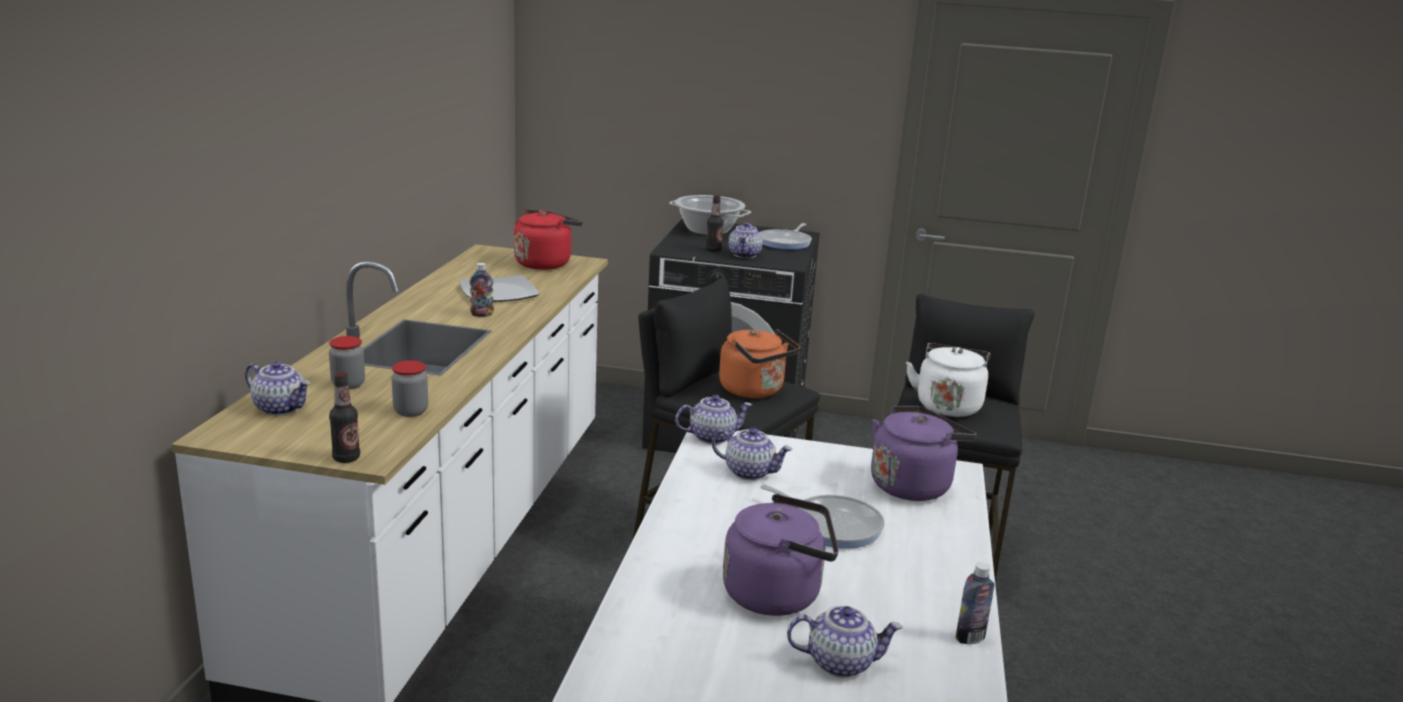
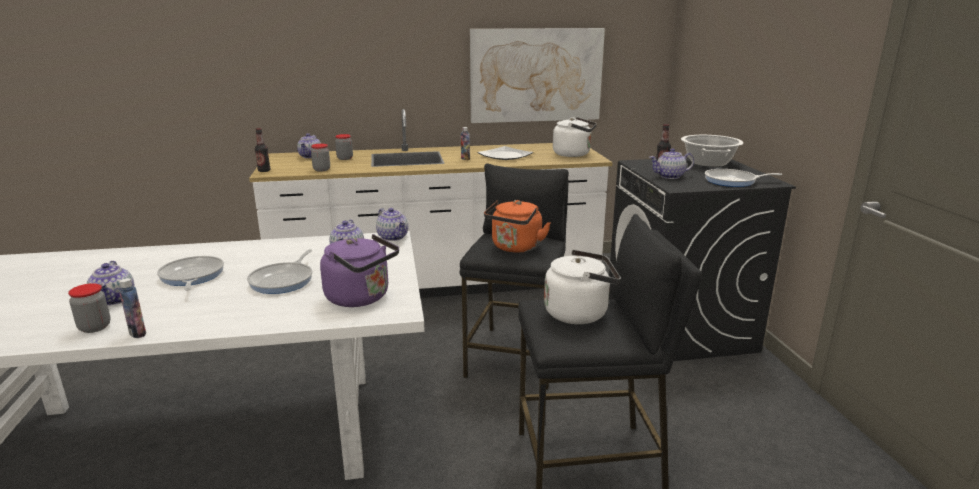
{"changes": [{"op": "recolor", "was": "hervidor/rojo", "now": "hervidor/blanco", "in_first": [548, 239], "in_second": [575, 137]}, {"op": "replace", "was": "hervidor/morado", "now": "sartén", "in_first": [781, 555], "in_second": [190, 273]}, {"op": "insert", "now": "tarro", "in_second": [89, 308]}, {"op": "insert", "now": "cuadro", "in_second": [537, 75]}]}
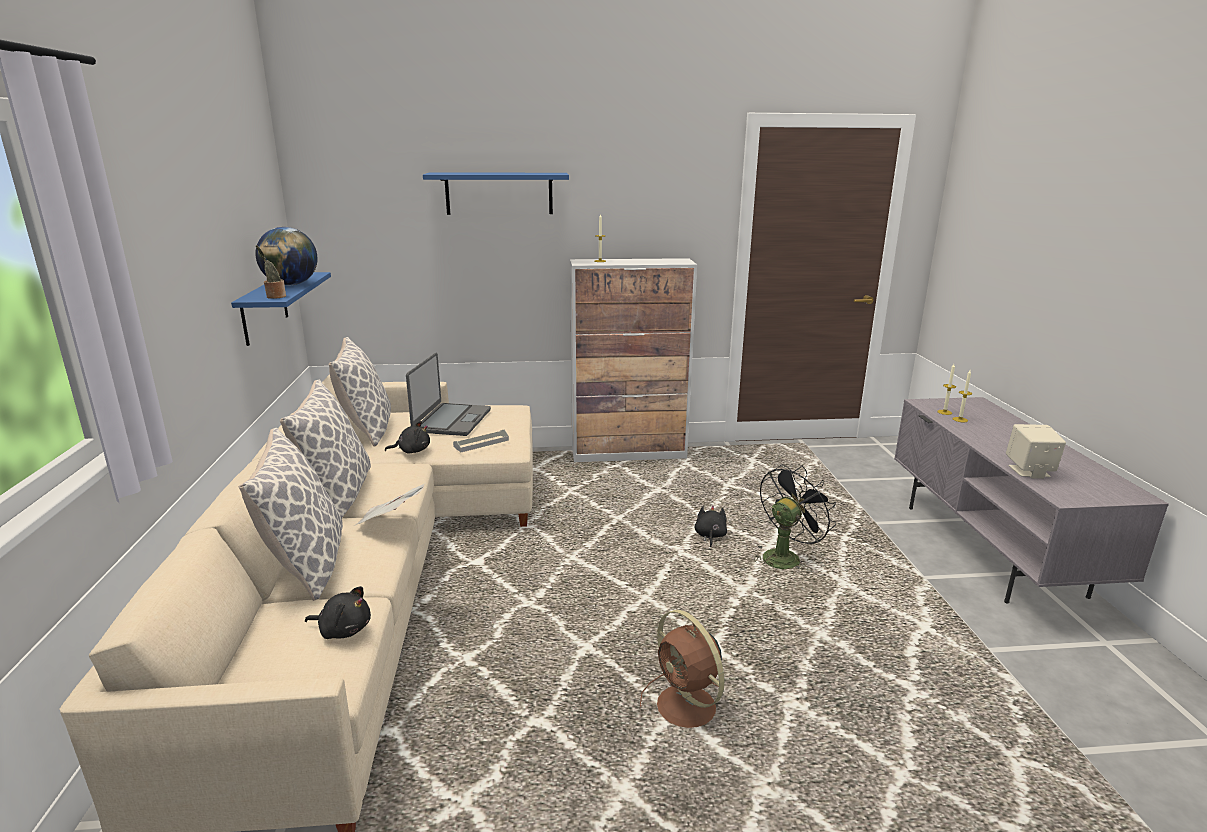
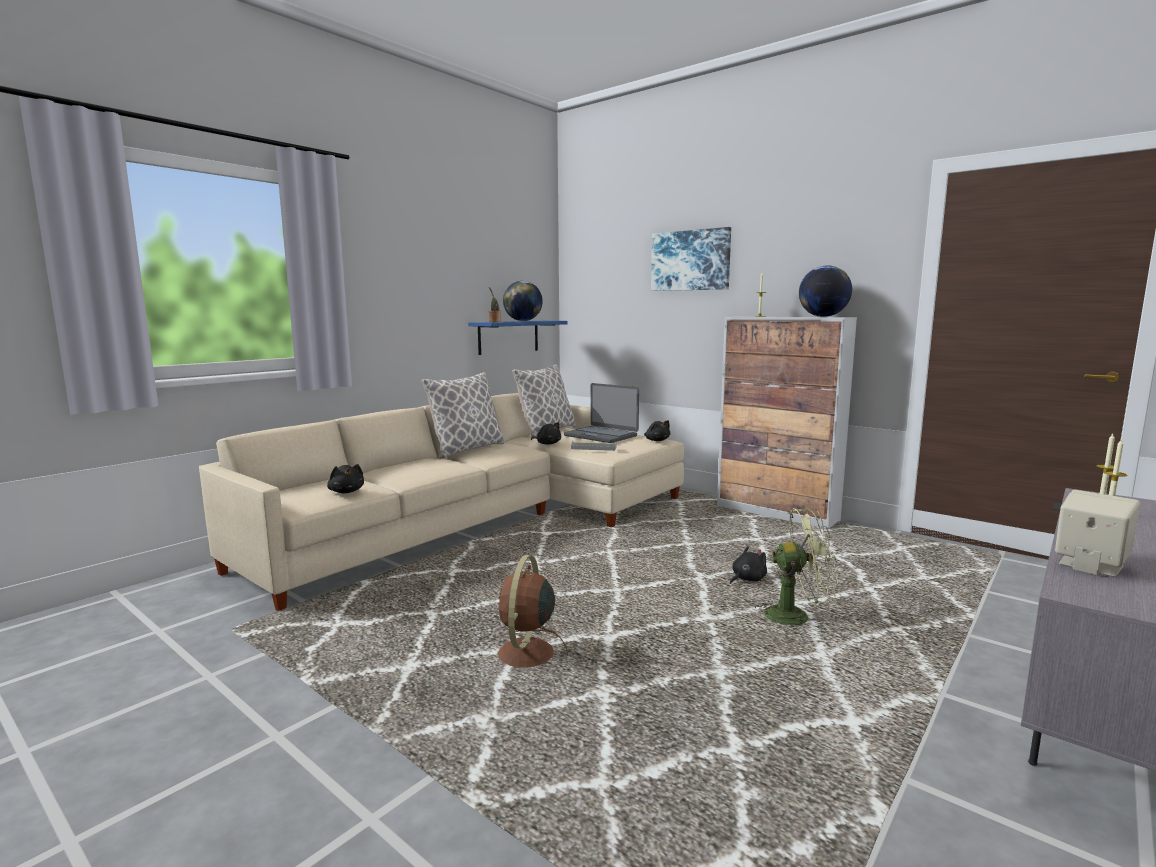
{"changes": [{"op": "delete", "was": "cojín", "in_first": [291, 514]}, {"op": "delete", "was": "periódico", "in_first": [390, 504]}, {"op": "rotate", "was": "portátil", "in_first": [448, 394], "in_second": [601, 413], "clockwise": 75}, {"op": "replace", "was": "estante/azul", "now": "cuadro", "in_first": [496, 193], "in_second": [691, 259]}, {"op": "recolor", "was": "ventilador/negro", "now": "ventilador/verde", "in_first": [795, 517], "in_second": [796, 567]}, {"op": "insert", "now": "peluche/negro", "in_second": [657, 430]}, {"op": "insert", "now": "globo terráqueo", "in_second": [825, 291]}]}
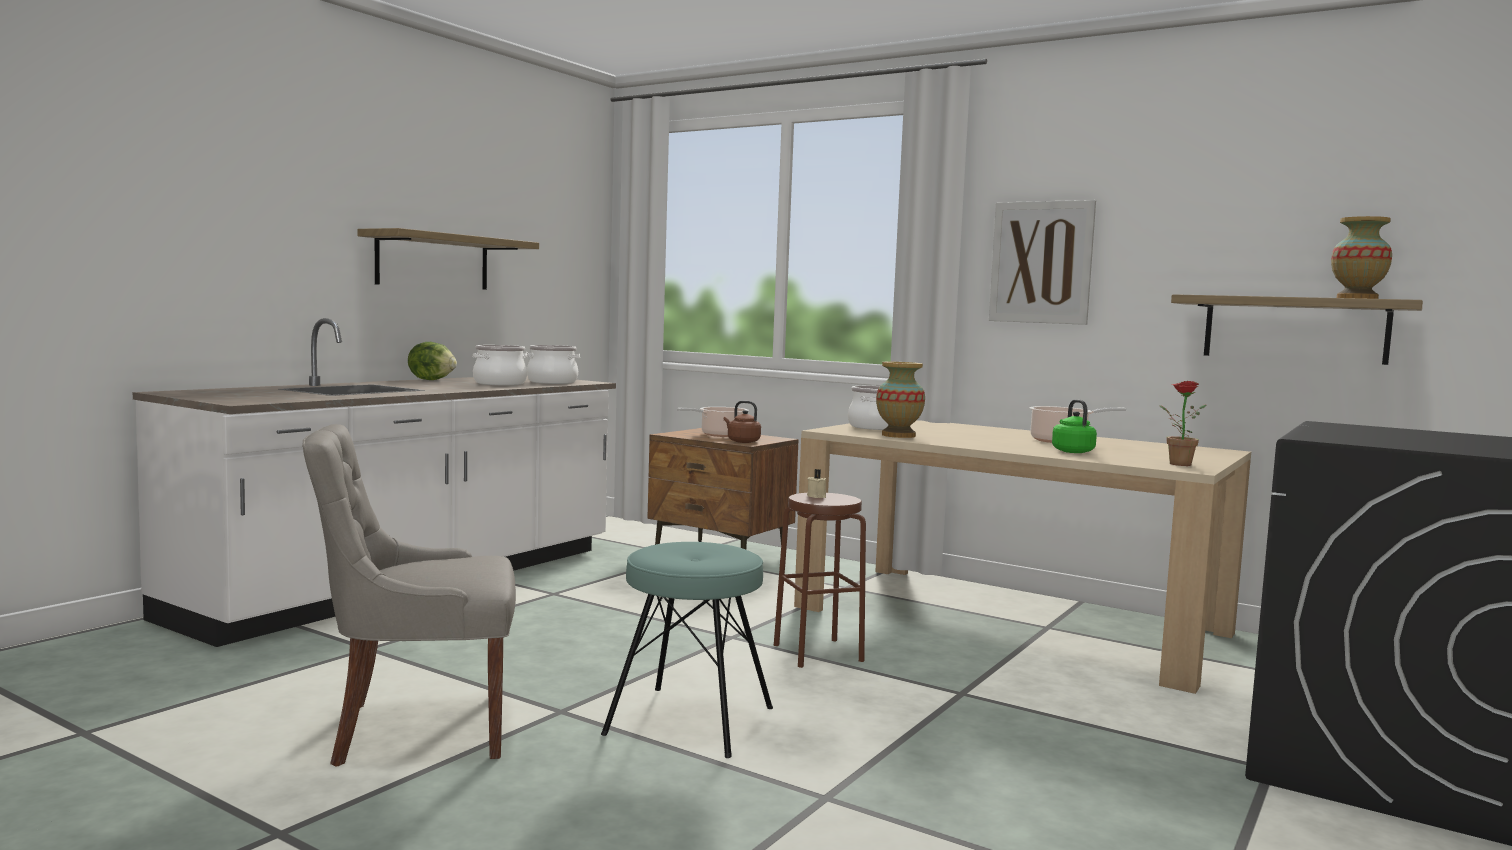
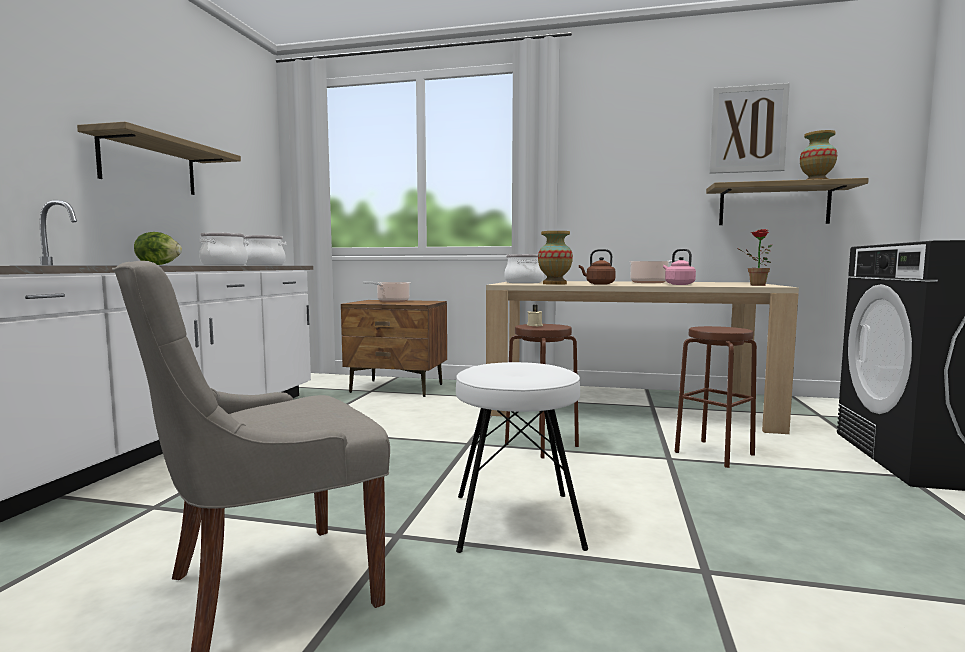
{"changes": [{"op": "recolor", "was": "taburete/turquesa", "now": "taburete/blanco", "in_first": [687, 650], "in_second": [522, 457]}, {"op": "move", "was": "hervidor/marrón", "in_first": [742, 422], "in_second": [597, 267]}, {"op": "move", "was": "cuadro", "in_first": [1042, 262], "in_second": [750, 128]}, {"op": "recolor", "was": "hervidor/verde", "now": "hervidor/rosa", "in_first": [1074, 426], "in_second": [679, 267]}, {"op": "insert", "now": "taburete/marrón", "in_second": [716, 397]}]}
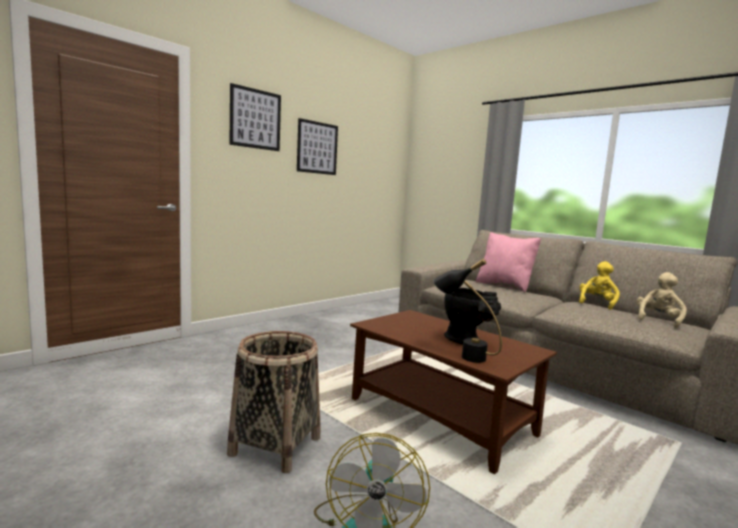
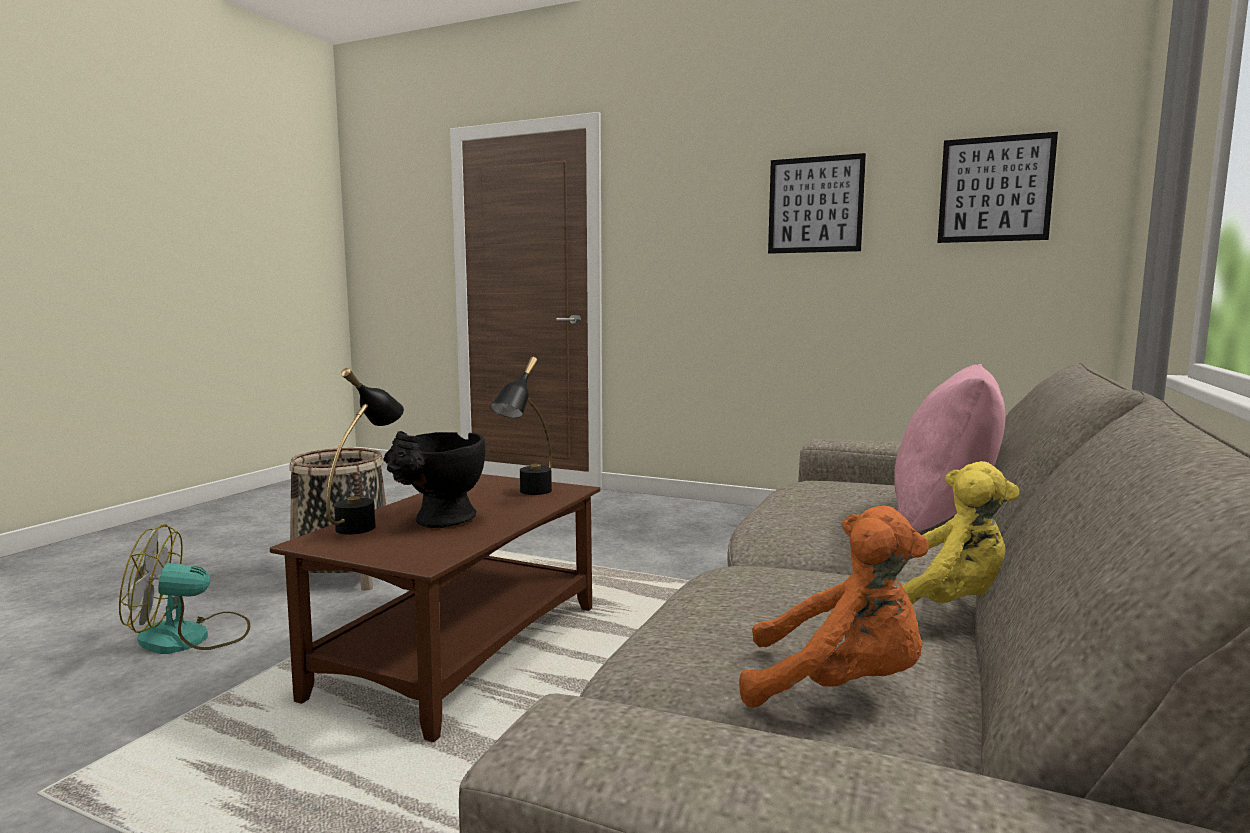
{"changes": [{"op": "move", "was": "cuadro", "in_first": [255, 117], "in_second": [998, 187]}, {"op": "recolor", "was": "peluche/beis", "now": "peluche/naranja", "in_first": [661, 300], "in_second": [834, 607]}, {"op": "insert", "now": "lámpara de mesa/negro", "in_second": [521, 426]}]}
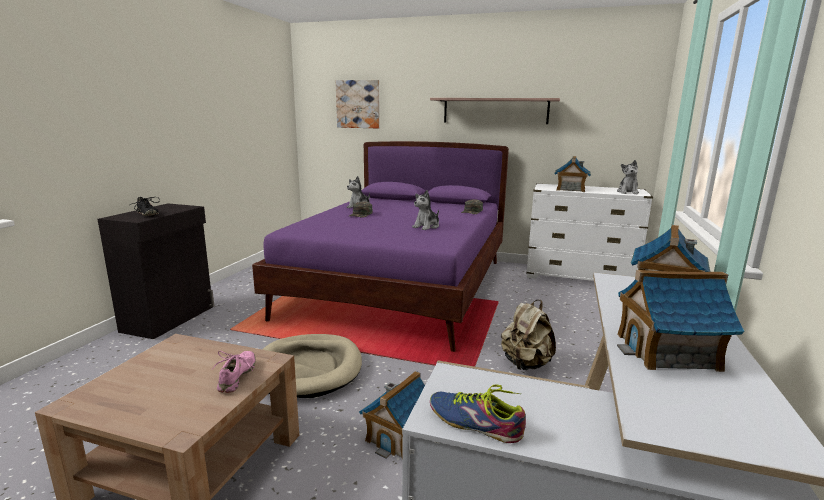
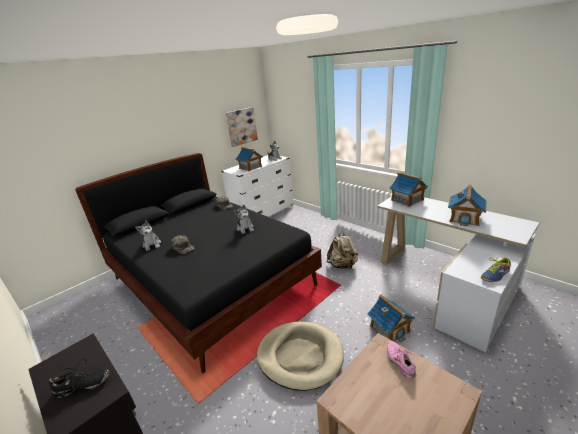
{"changes": [{"op": "rotate", "was": "zapato/rosa", "in_first": [233, 371], "in_second": [403, 360], "clockwise": 45}, {"op": "recolor", "was": "cama/morado", "now": "cama/negro", "in_first": [380, 246], "in_second": [198, 263]}, {"op": "move", "was": "cuadro", "in_first": [358, 104], "in_second": [242, 127]}, {"op": "delete", "was": "estante", "in_first": [495, 111]}]}
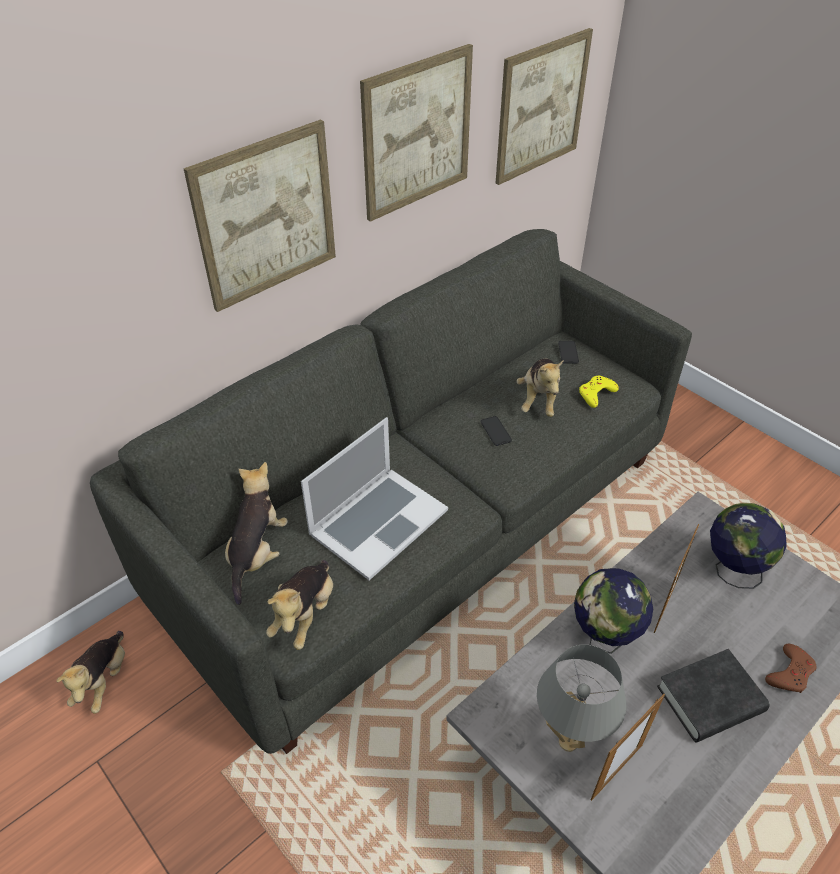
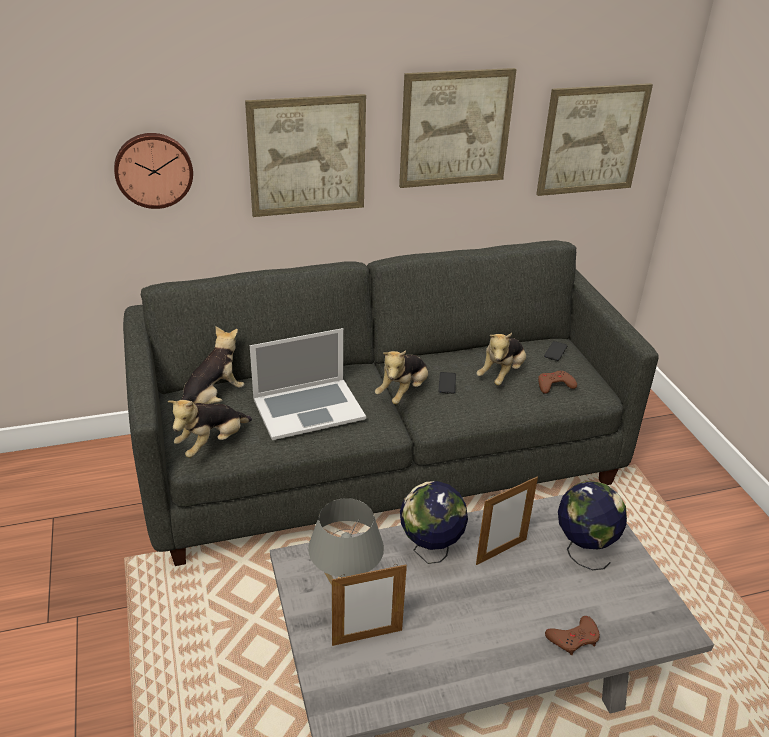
{"changes": [{"op": "move", "was": "peluche", "in_first": [90, 672], "in_second": [401, 377]}, {"op": "recolor", "was": "mando de consola/amarillo", "now": "mando de consola/marrón", "in_first": [599, 392], "in_second": [557, 382]}, {"op": "delete", "was": "libro/negro", "in_first": [713, 696]}, {"op": "insert", "now": "reloj de pared", "in_second": [153, 171]}]}
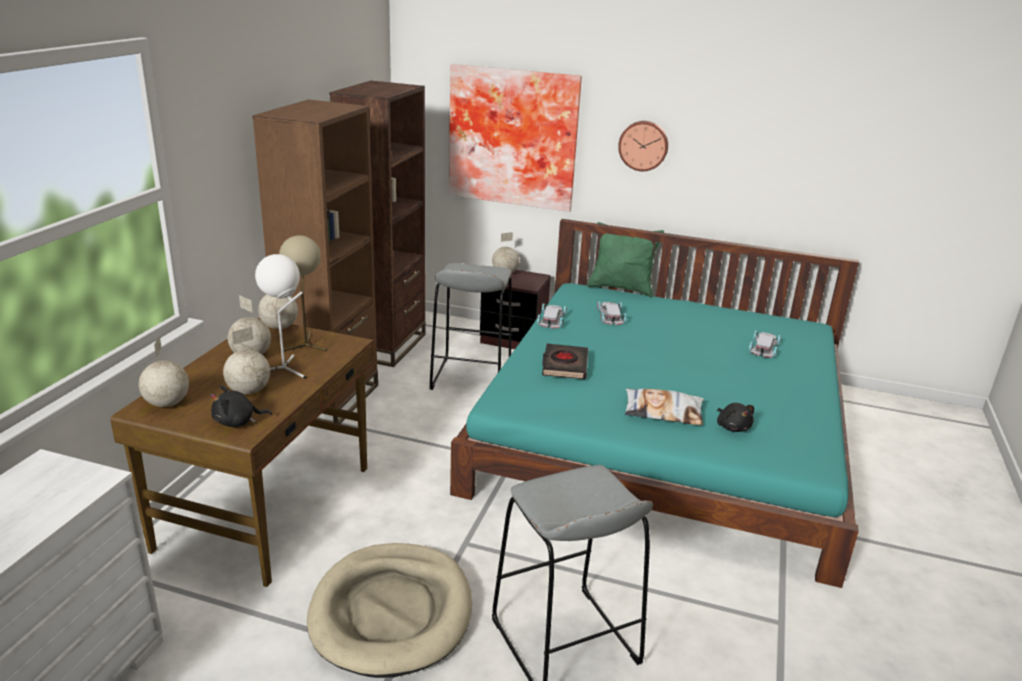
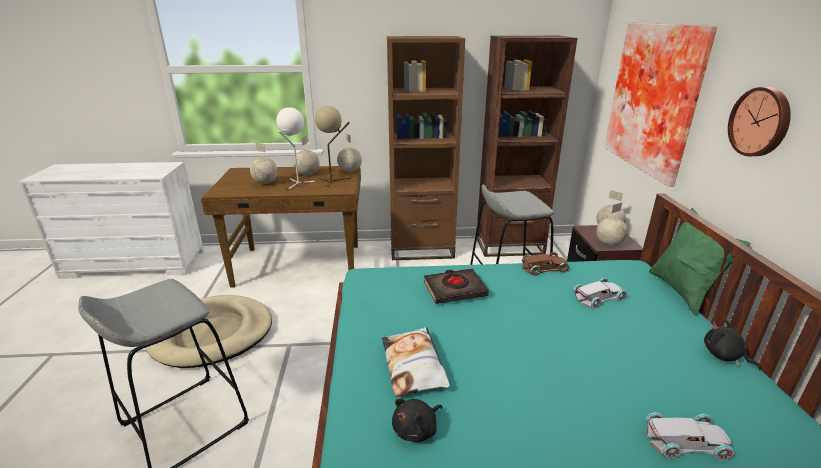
{"changes": [{"op": "move", "was": "globo terráqueo", "in_first": [164, 371], "in_second": [612, 224]}, {"op": "move", "was": "peluche/negro", "in_first": [241, 406], "in_second": [732, 345]}, {"op": "recolor", "was": "coche de juguete/blanco", "now": "coche de juguete/marrón", "in_first": [552, 316], "in_second": [545, 263]}]}
